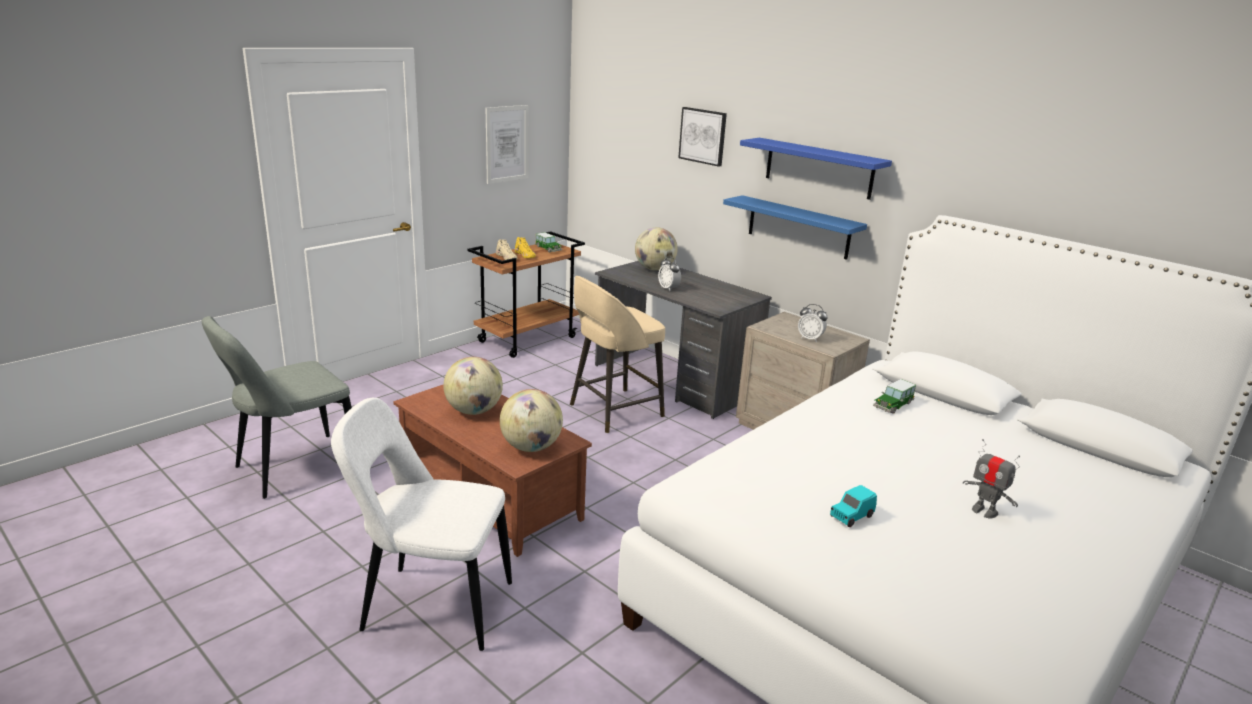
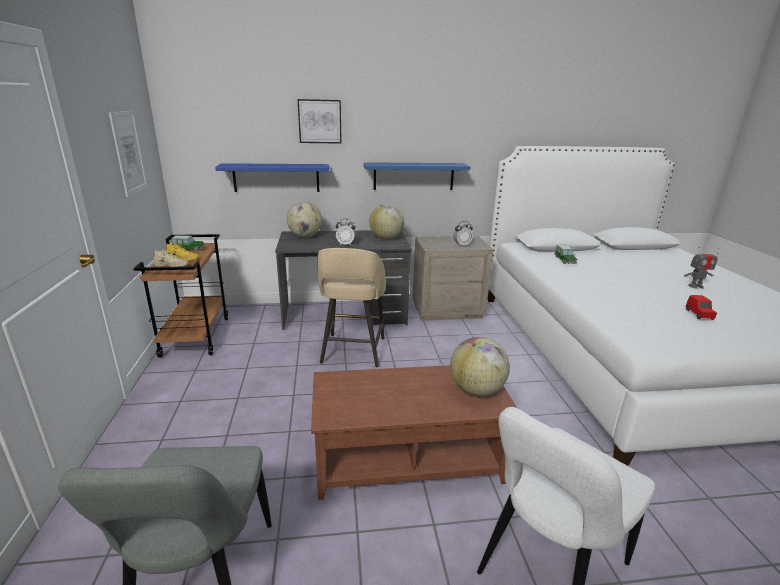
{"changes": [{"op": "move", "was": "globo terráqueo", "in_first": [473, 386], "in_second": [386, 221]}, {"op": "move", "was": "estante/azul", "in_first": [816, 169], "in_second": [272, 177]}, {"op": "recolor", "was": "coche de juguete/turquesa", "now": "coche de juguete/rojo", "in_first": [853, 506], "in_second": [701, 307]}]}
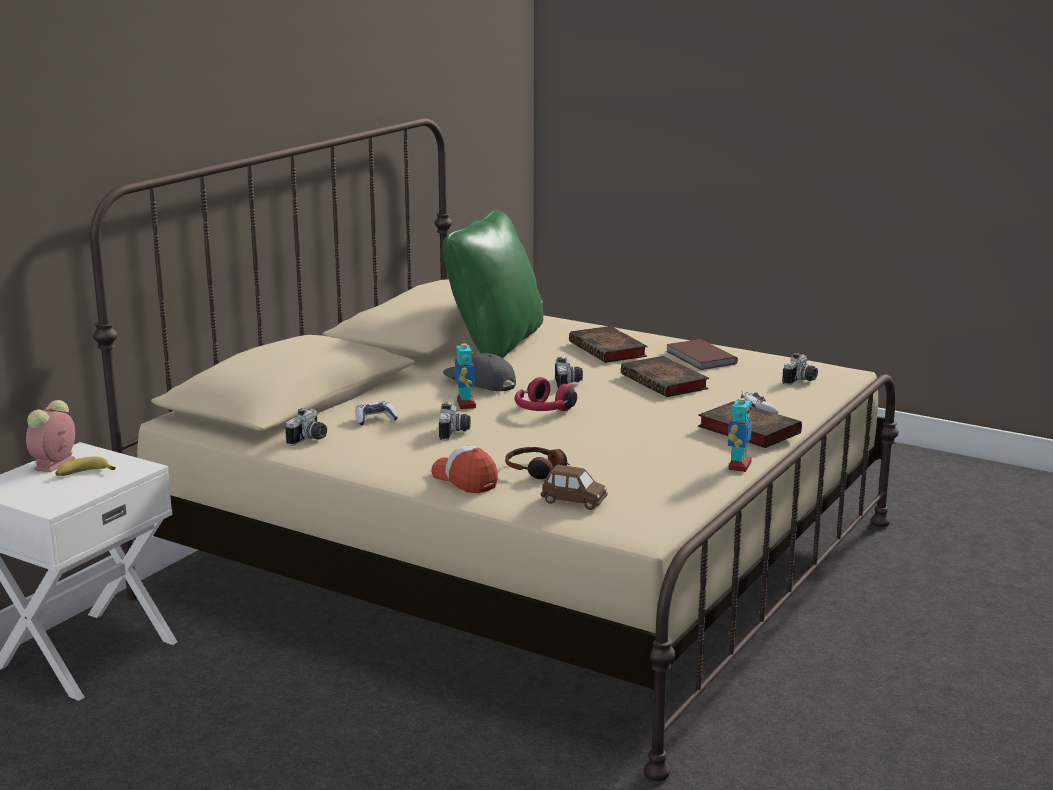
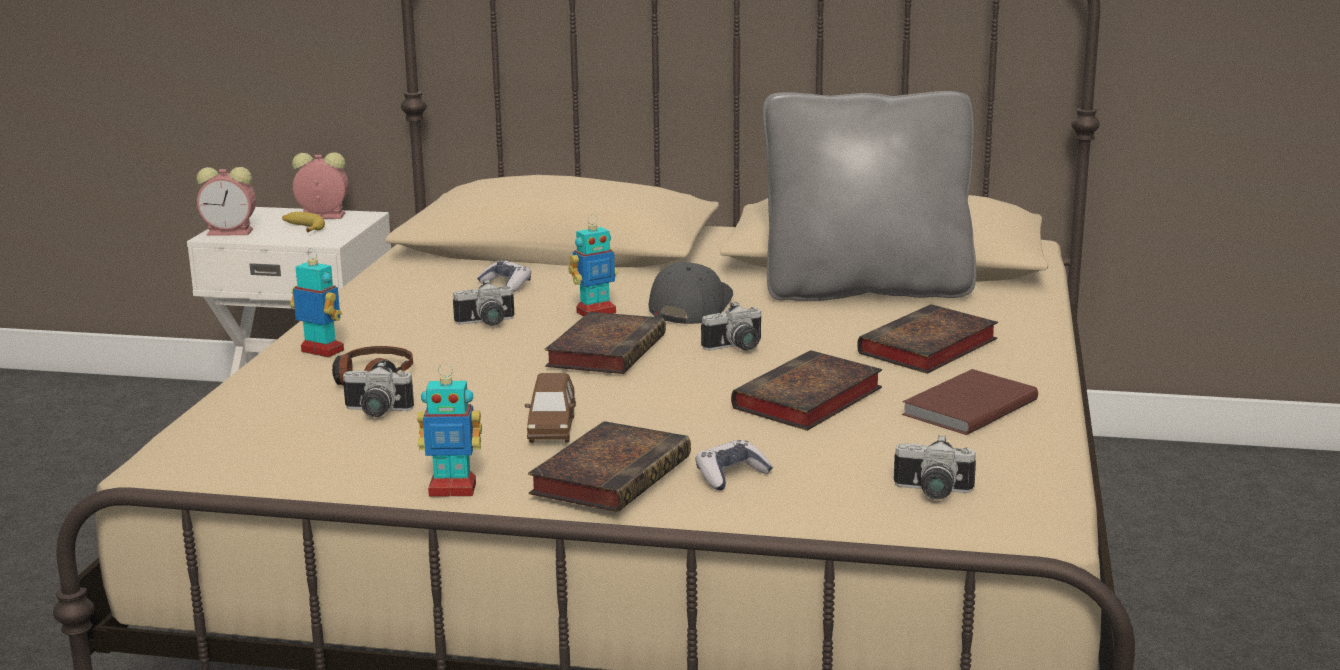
{"changes": [{"op": "move", "was": "cámara", "in_first": [306, 427], "in_second": [378, 389]}, {"op": "replace", "was": "gorra", "now": "robot de juguete", "in_first": [464, 469], "in_second": [317, 303]}, {"op": "recolor", "was": "cojín/verde", "now": "cojín/gris", "in_first": [493, 284], "in_second": [869, 196]}, {"op": "replace", "was": "auriculares/rojo", "now": "libro", "in_first": [546, 394], "in_second": [605, 343]}, {"op": "move", "was": "coche de juguete/marrón", "in_first": [574, 487], "in_second": [550, 408]}, {"op": "insert", "now": "despertador", "in_second": [226, 201]}]}
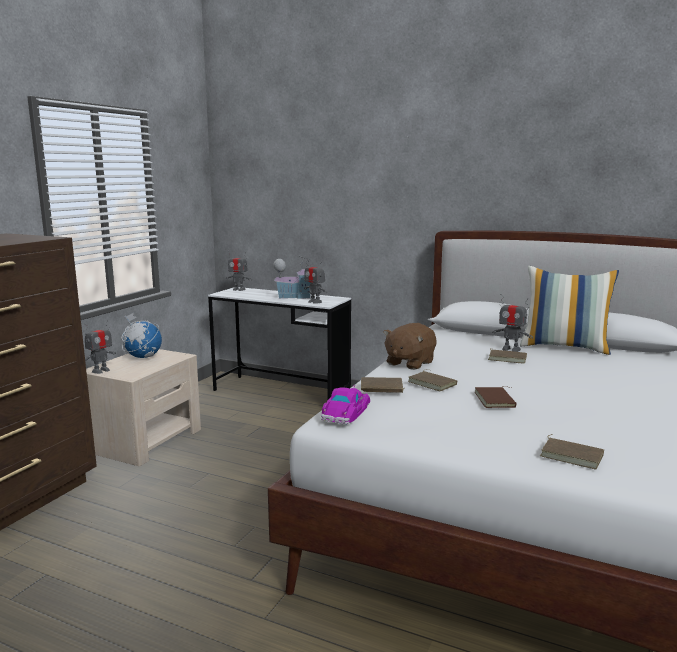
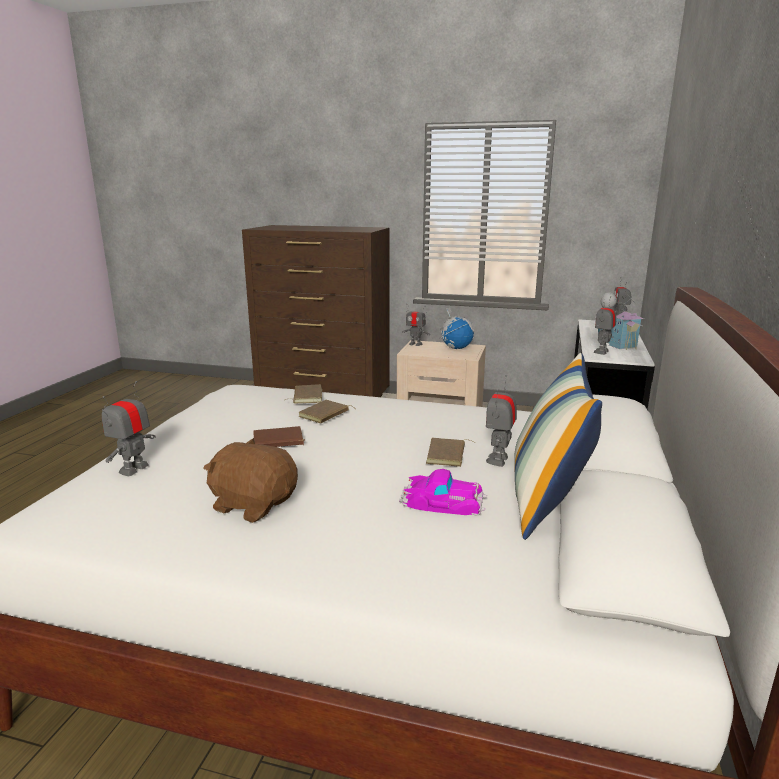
{"changes": [{"op": "move", "was": "coche de juguete", "in_first": [345, 404], "in_second": [443, 492]}, {"op": "move", "was": "peluche/marrón", "in_first": [409, 346], "in_second": [250, 480]}, {"op": "replace", "was": "libro/marrón", "now": "robot de juguete", "in_first": [572, 451], "in_second": [128, 428]}]}
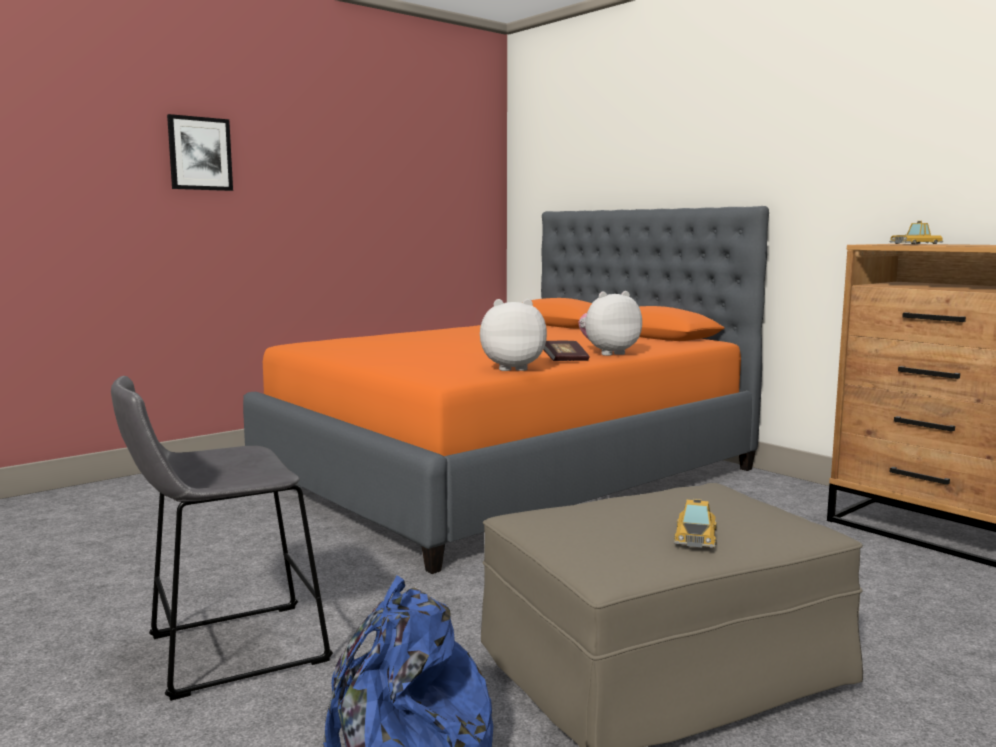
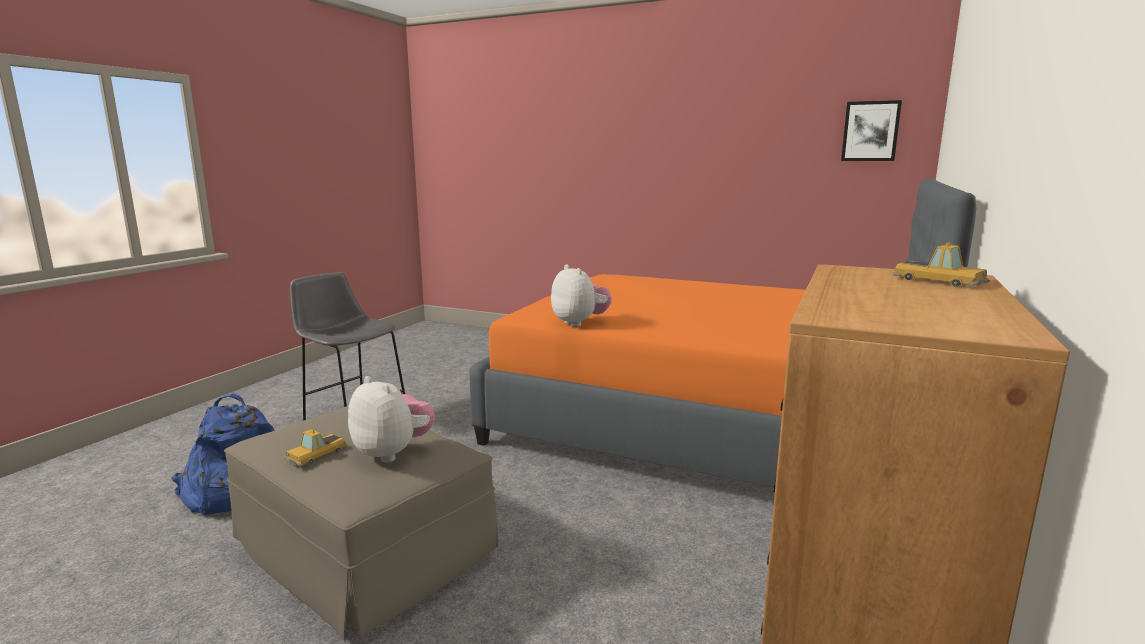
{"changes": [{"op": "move", "was": "cuadro", "in_first": [200, 152], "in_second": [871, 130]}, {"op": "delete", "was": "libro", "in_first": [566, 351]}, {"op": "move", "was": "peluche", "in_first": [610, 323], "in_second": [391, 419]}, {"op": "rotate", "was": "coche de juguete", "in_first": [695, 523], "in_second": [316, 447], "clockwise": 135}]}
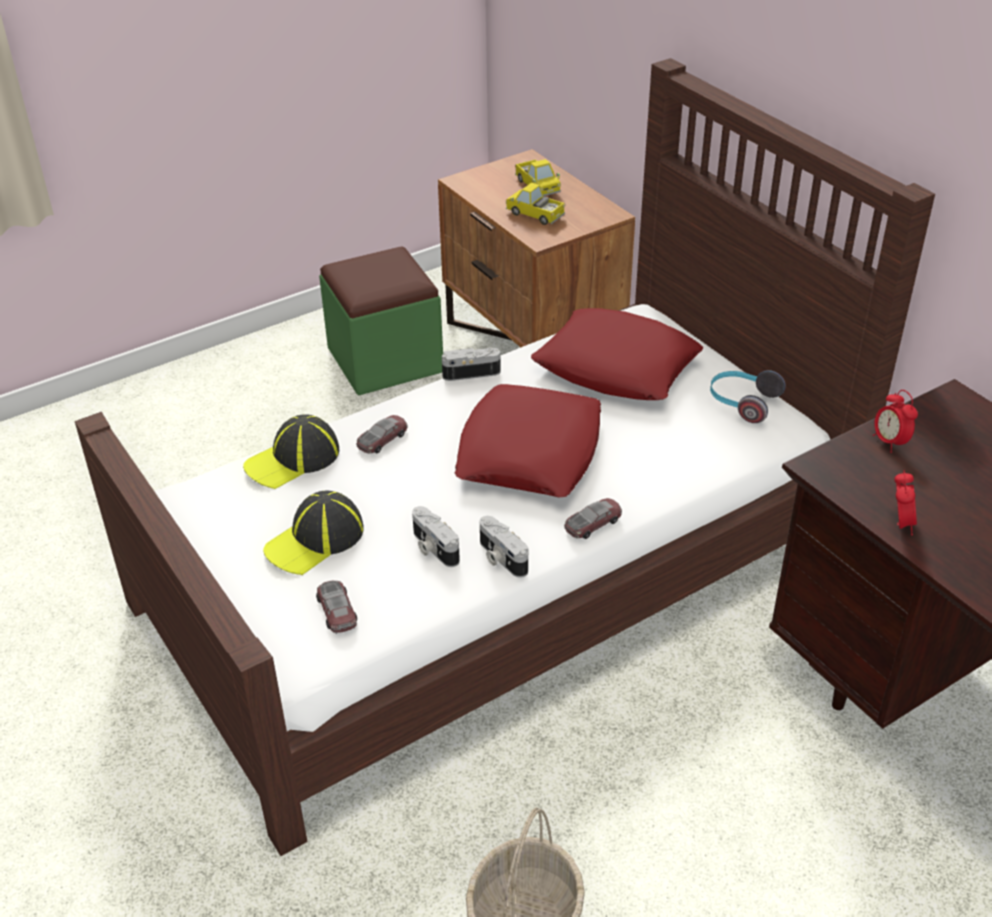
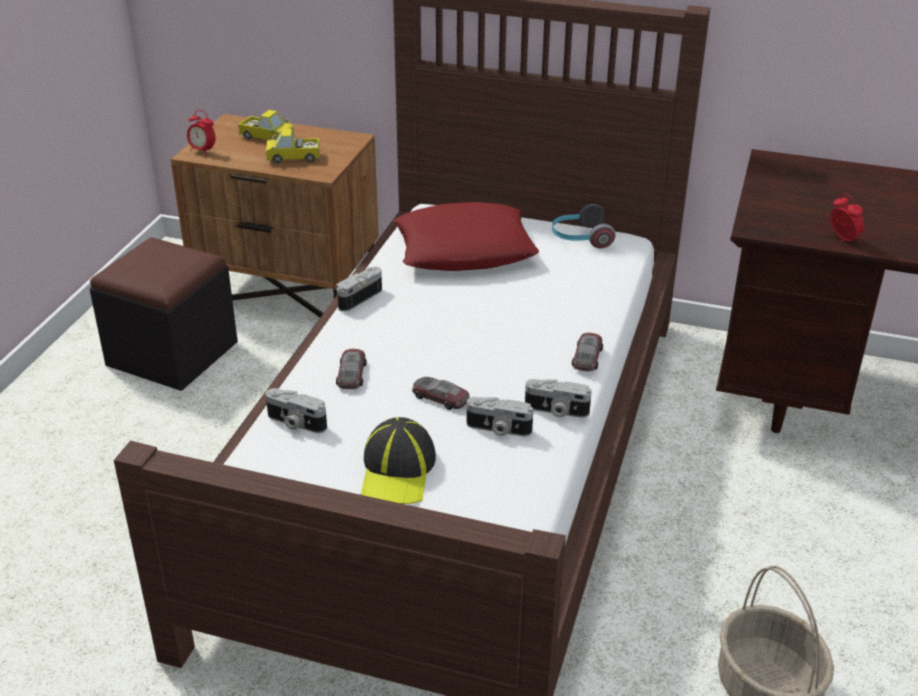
{"changes": [{"op": "replace", "was": "gorra", "now": "cámara", "in_first": [291, 451], "in_second": [296, 410]}, {"op": "move", "was": "coche de juguete", "in_first": [336, 607], "in_second": [441, 393]}, {"op": "recolor", "was": "puf/verde", "now": "puf/negro", "in_first": [381, 320], "in_second": [164, 314]}, {"op": "delete", "was": "cojín/rojo", "in_first": [527, 440]}, {"op": "move", "was": "despertador", "in_first": [895, 421], "in_second": [201, 132]}]}
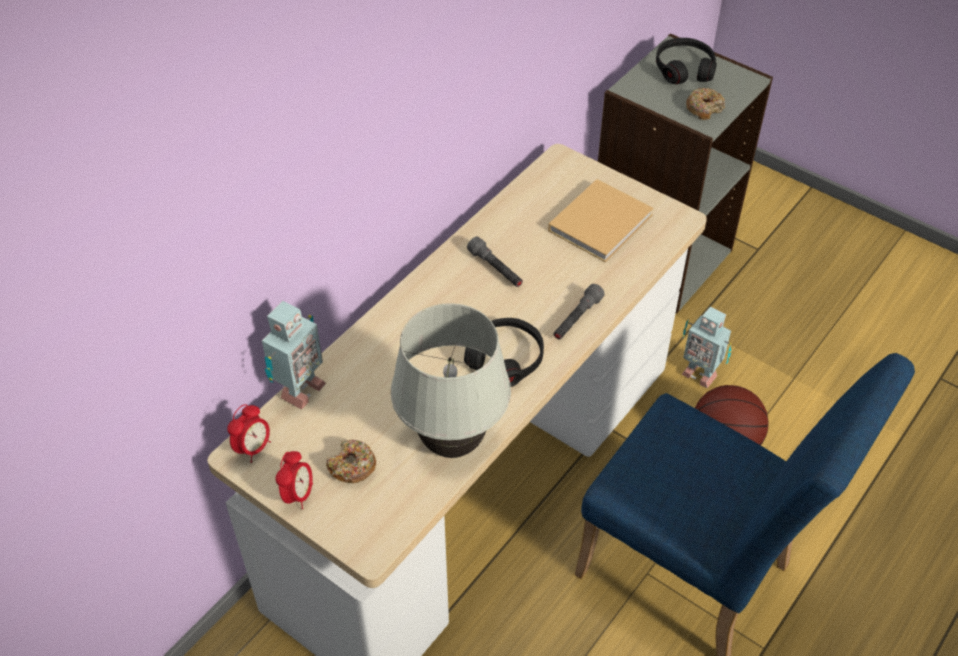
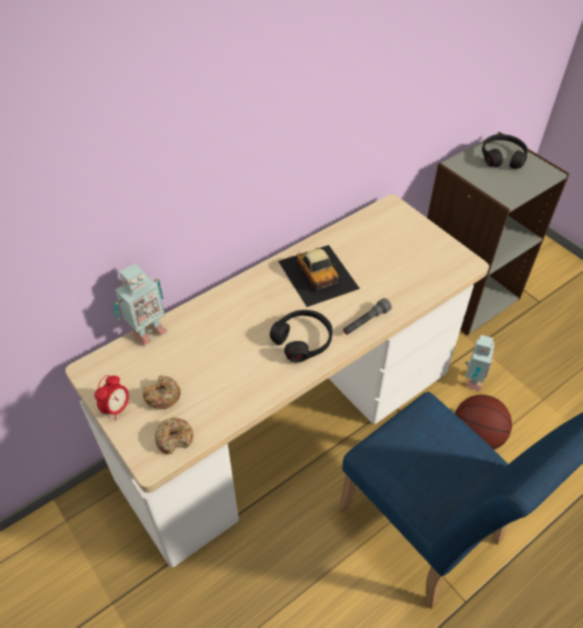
{"changes": [{"op": "delete", "was": "despertador", "in_first": [249, 433]}, {"op": "delete", "was": "lámpara de mesa/blanco", "in_first": [451, 380]}, {"op": "replace", "was": "linterna/gris", "now": "coche de juguete", "in_first": [495, 262], "in_second": [319, 276]}, {"op": "delete", "was": "libro/beis", "in_first": [601, 220]}, {"op": "rotate", "was": "robot de juguete", "in_first": [707, 347], "in_second": [480, 363], "clockwise": -120}, {"op": "move", "was": "rosquilla", "in_first": [705, 104], "in_second": [174, 435]}]}
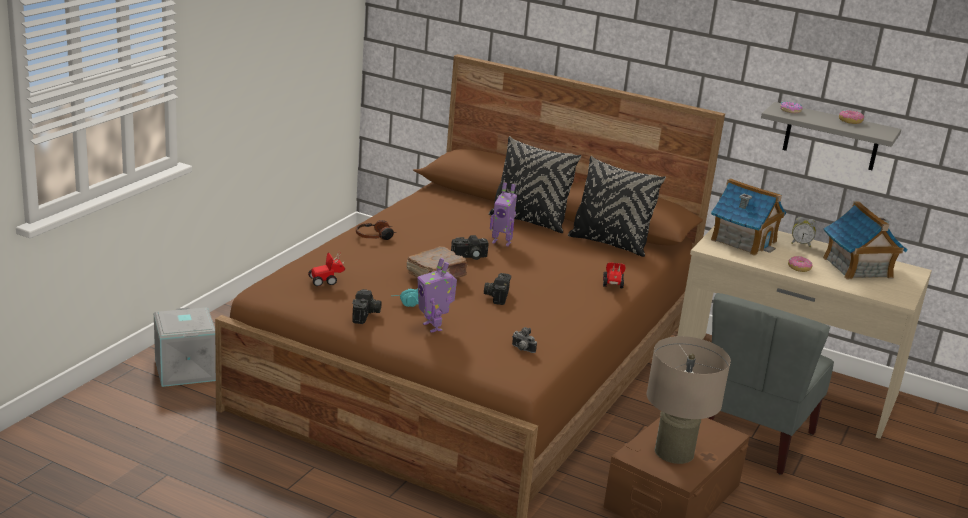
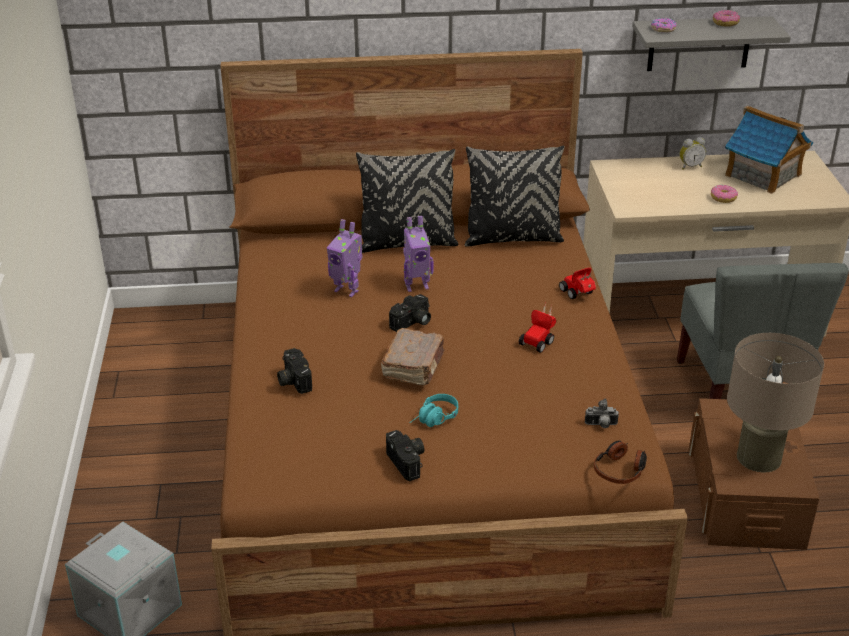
{"changes": [{"op": "move", "was": "coche de juguete", "in_first": [326, 268], "in_second": [537, 328]}, {"op": "move", "was": "auriculares", "in_first": [376, 230], "in_second": [620, 462]}, {"op": "move", "was": "robot de juguete", "in_first": [437, 295], "in_second": [345, 258]}, {"op": "move", "was": "cámara", "in_first": [497, 289], "in_second": [294, 371]}, {"op": "delete", "was": "casita", "in_first": [748, 217]}]}
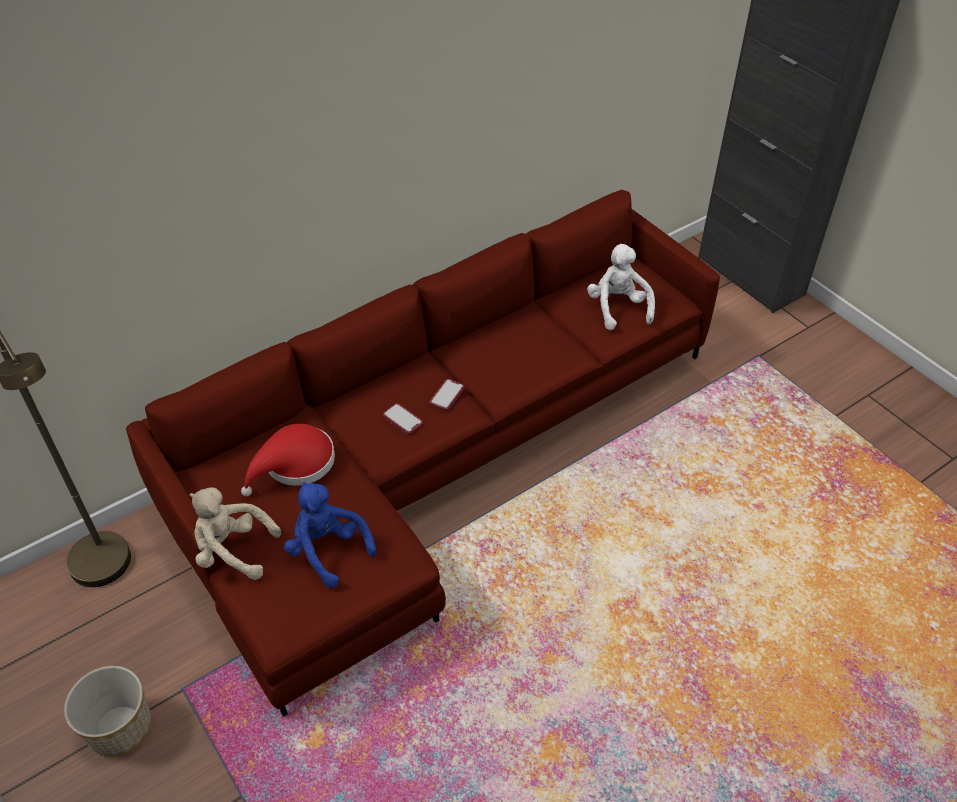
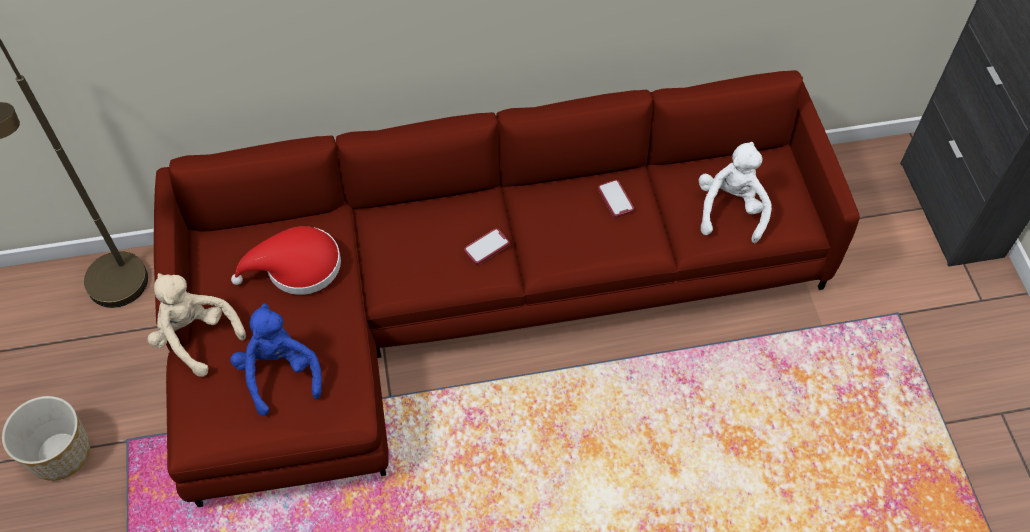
{"changes": [{"op": "move", "was": "móvil", "in_first": [403, 419], "in_second": [616, 199]}]}
